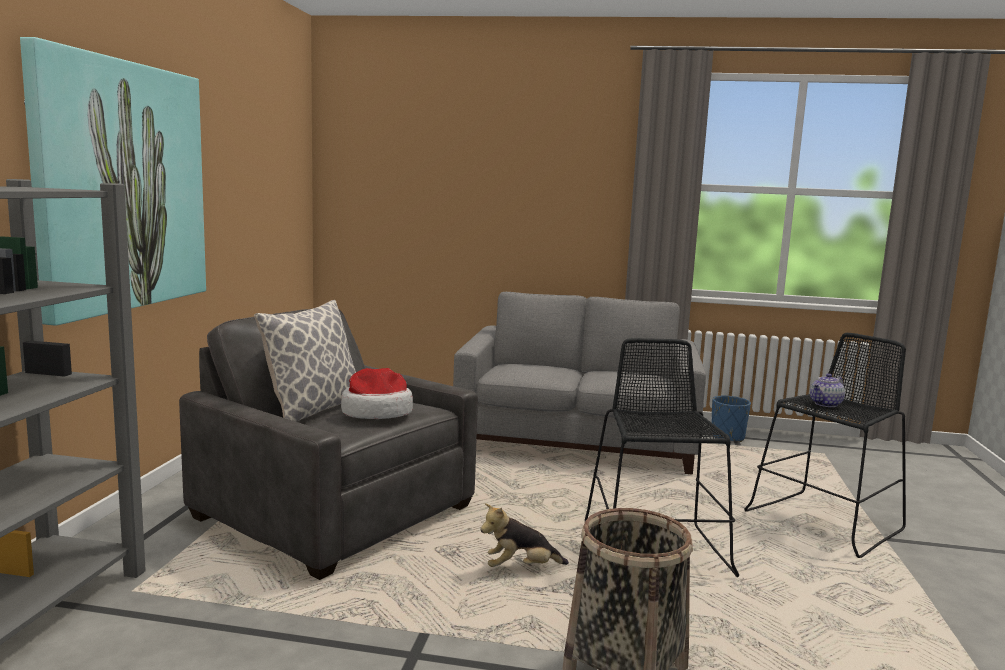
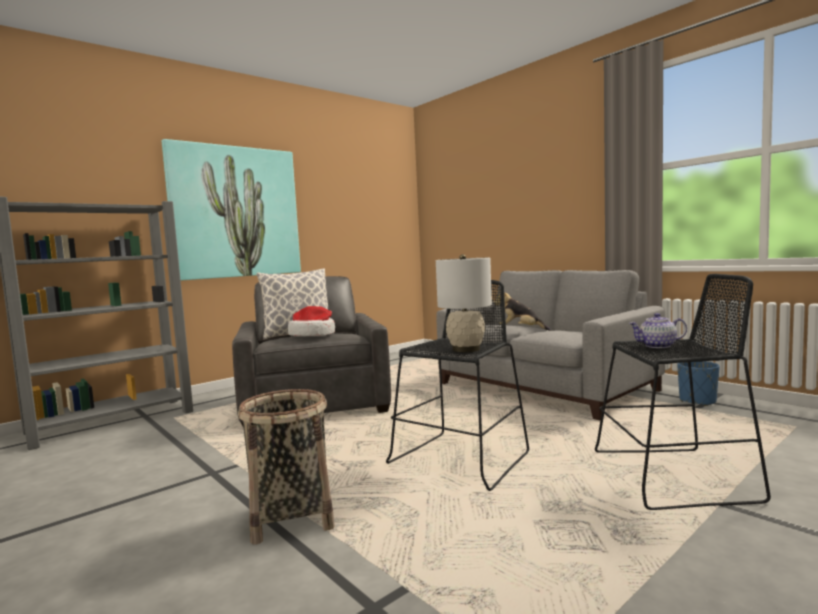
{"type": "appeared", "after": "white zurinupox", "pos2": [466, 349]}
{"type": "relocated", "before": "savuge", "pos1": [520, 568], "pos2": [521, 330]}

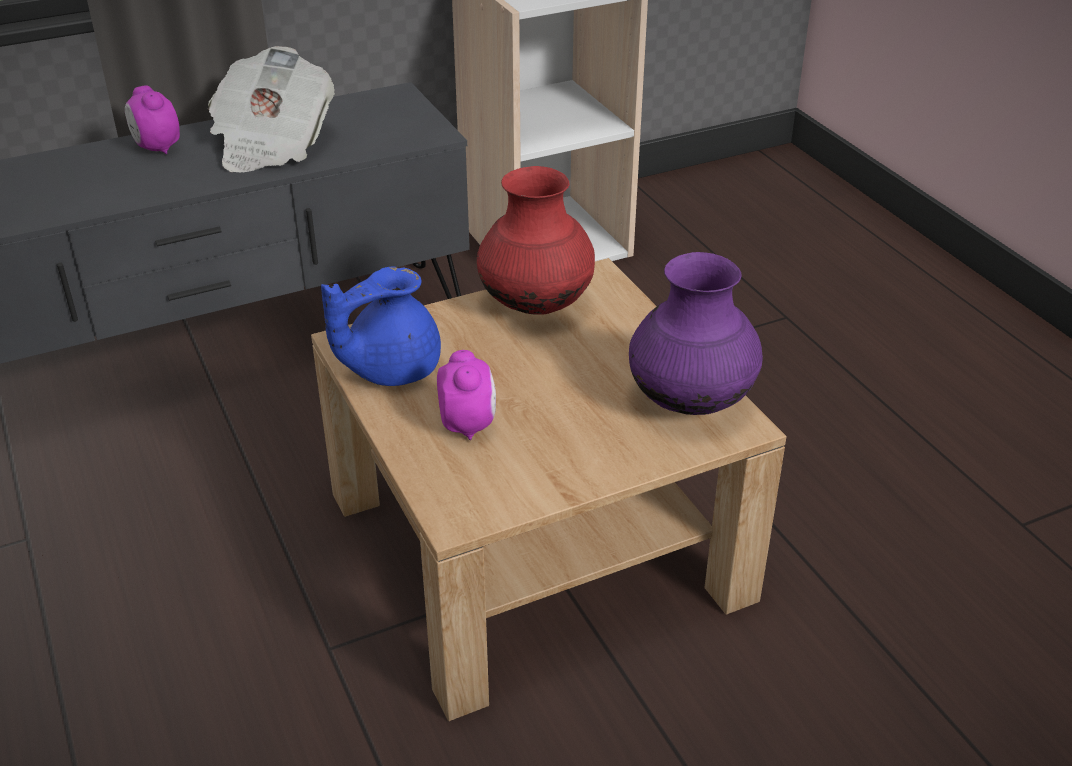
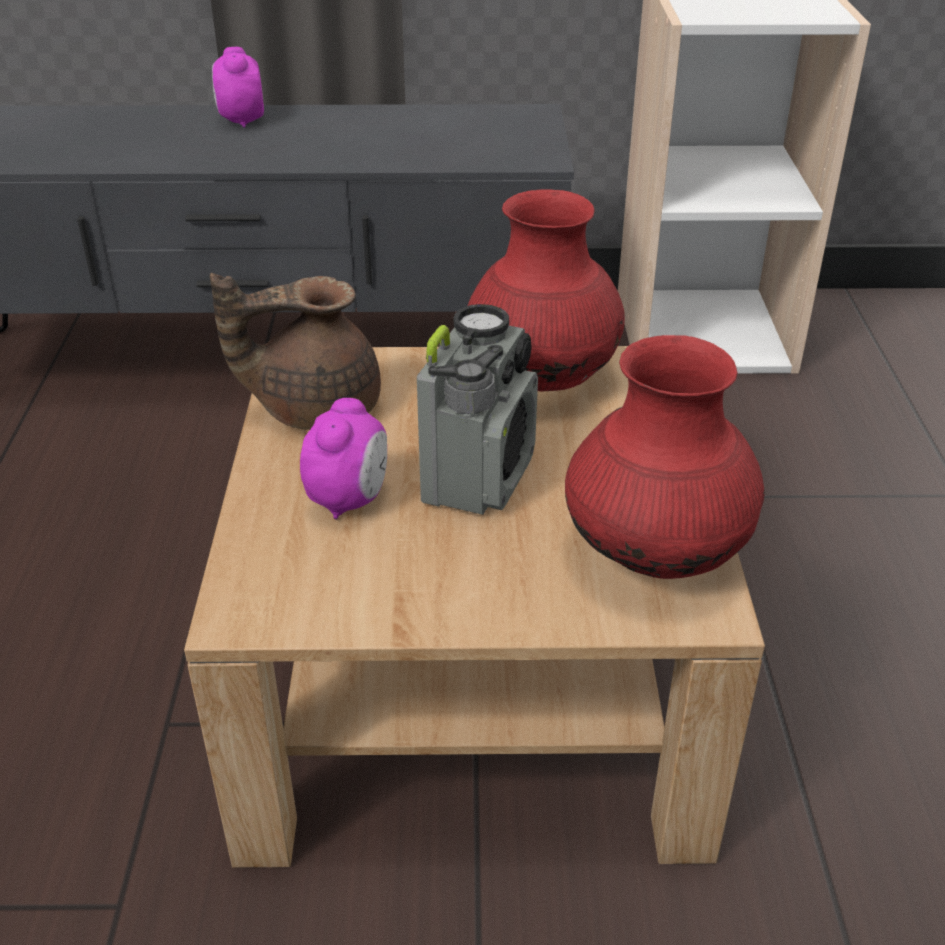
{"type": "colour", "before": "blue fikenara", "after": "brown fikenara", "pos1": [389, 368], "pos2": [314, 407]}
{"type": "appeared", "after": "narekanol", "pos2": [479, 477]}
{"type": "colour", "before": "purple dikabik", "after": "red dikabik", "pos1": [691, 402], "pos2": [655, 556]}
{"type": "missing", "before": "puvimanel", "pos1": [271, 144]}

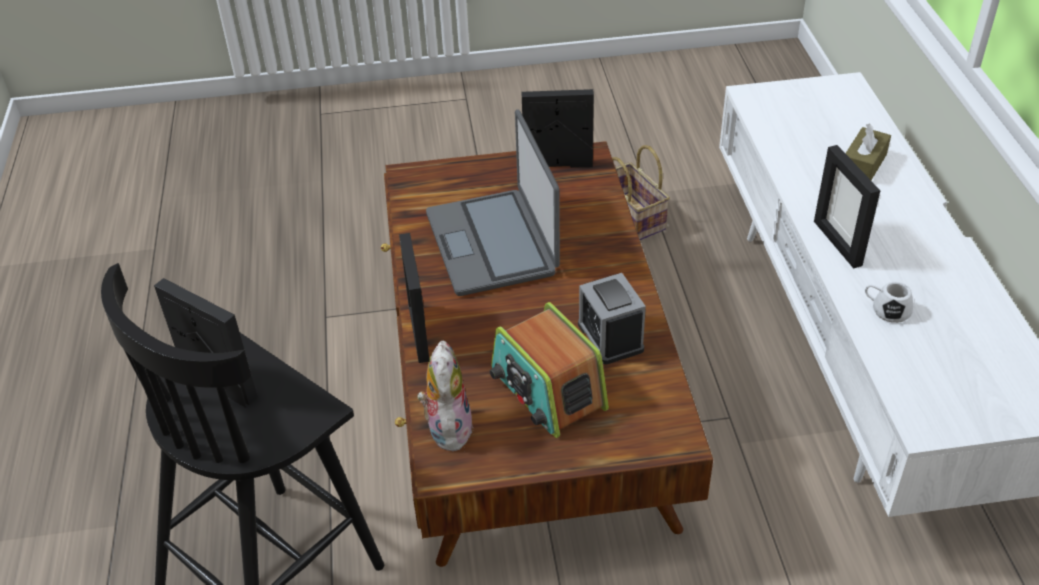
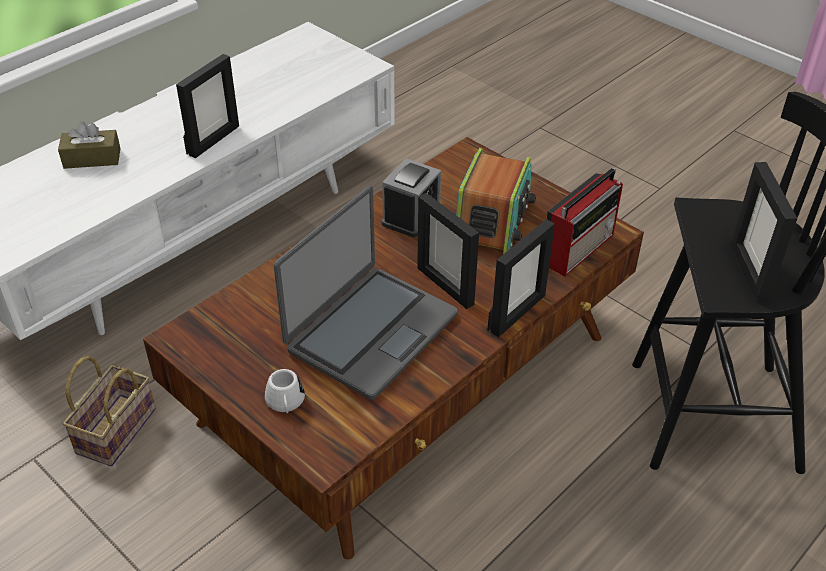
{"type": "relocated", "before": "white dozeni", "pos1": [886, 309], "pos2": [285, 403]}
{"type": "relocated", "before": "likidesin", "pos1": [558, 164], "pos2": [446, 285]}
{"type": "exchanged", "before": "savuge", "after": "narekanol", "pos1": [447, 428], "pos2": [579, 248]}

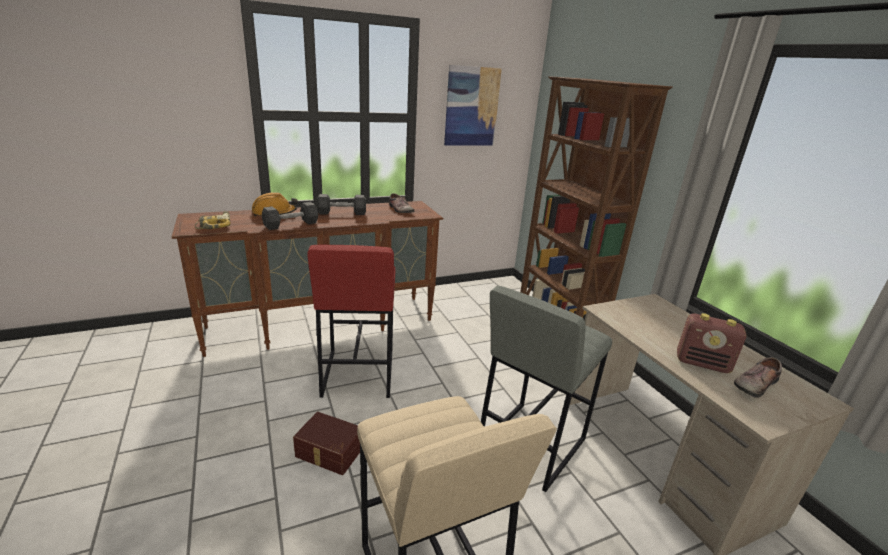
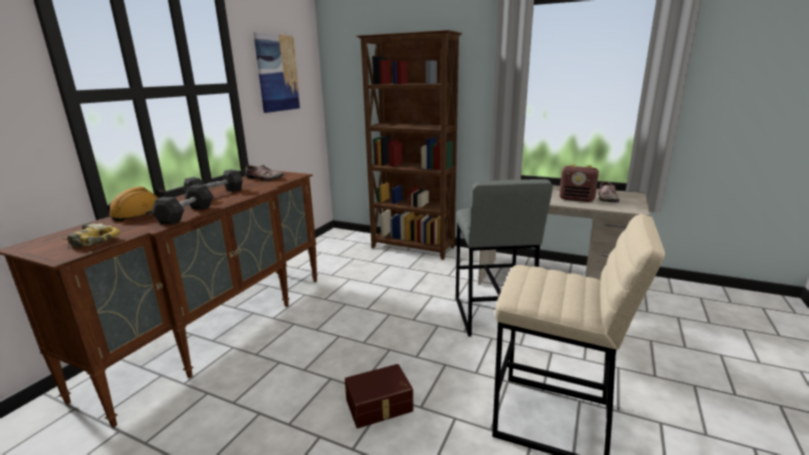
{"type": "spun", "before": "narekanol", "pos1": [703, 363], "pos2": [577, 199], "turn": 45}
{"type": "missing", "before": "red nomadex", "pos1": [358, 375]}

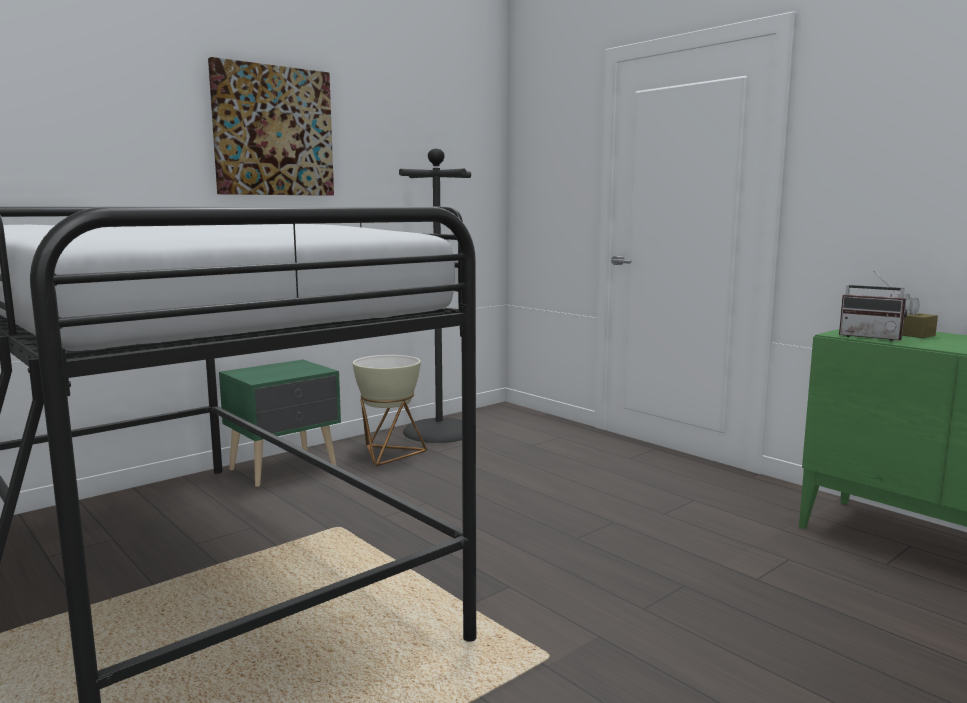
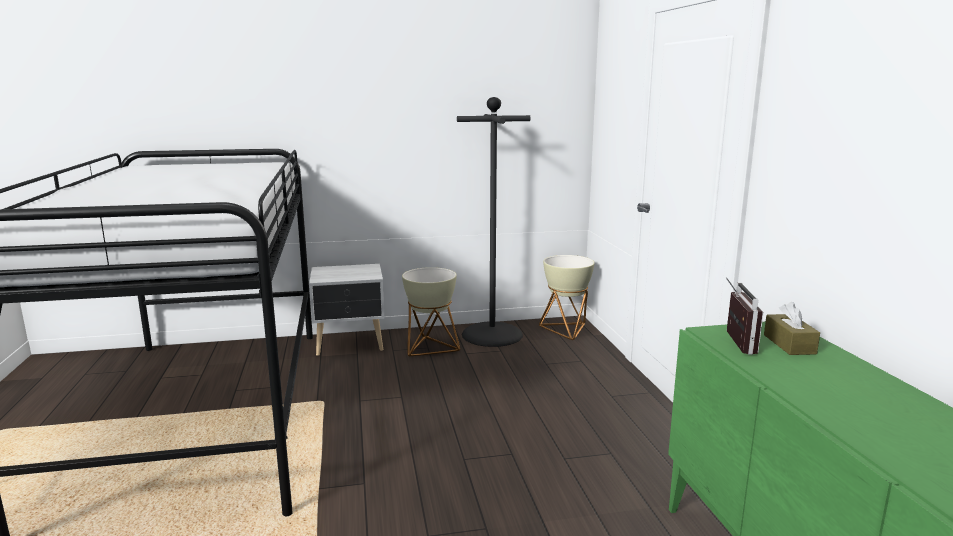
{"type": "colour", "before": "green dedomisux", "after": "white dedomisux", "pos1": [285, 468], "pos2": [351, 344]}
{"type": "appeared", "after": "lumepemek", "pos2": [566, 329]}
{"type": "spun", "before": "narekanol", "pos1": [871, 337], "pos2": [733, 343], "turn": -150}
{"type": "missing", "before": "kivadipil", "pos1": [273, 131]}

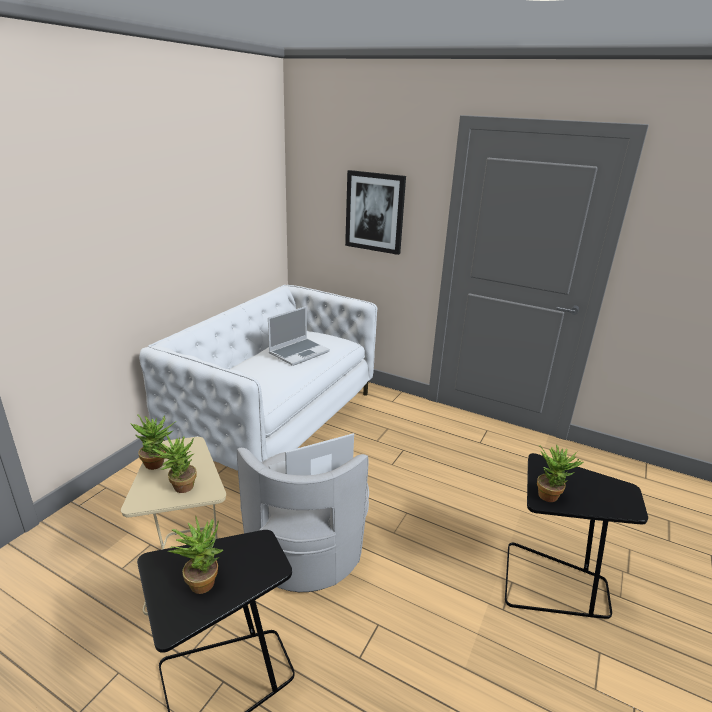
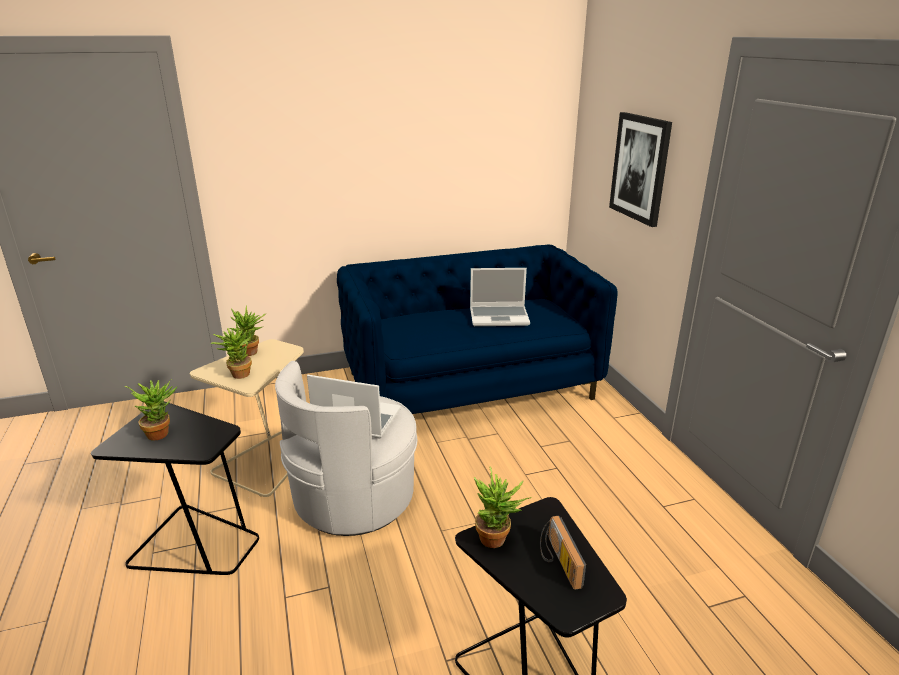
{"type": "colour", "before": "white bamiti", "after": "blue bamiti", "pos1": [276, 419], "pos2": [471, 385]}
{"type": "appeared", "after": "narekanol", "pos2": [557, 562]}

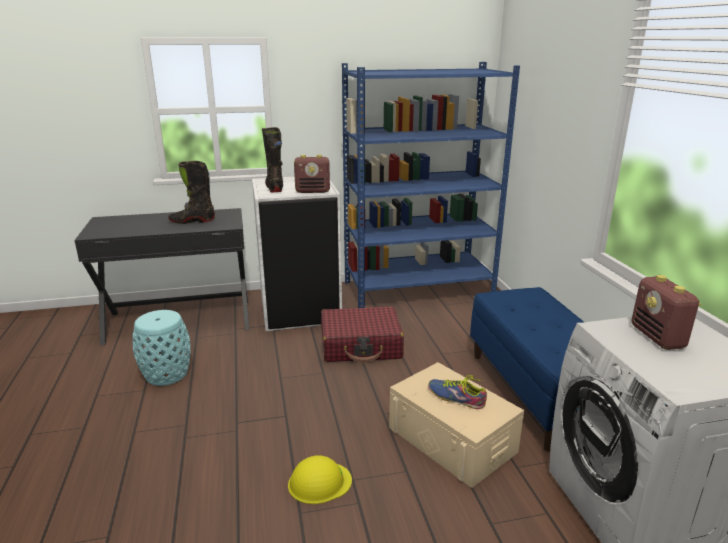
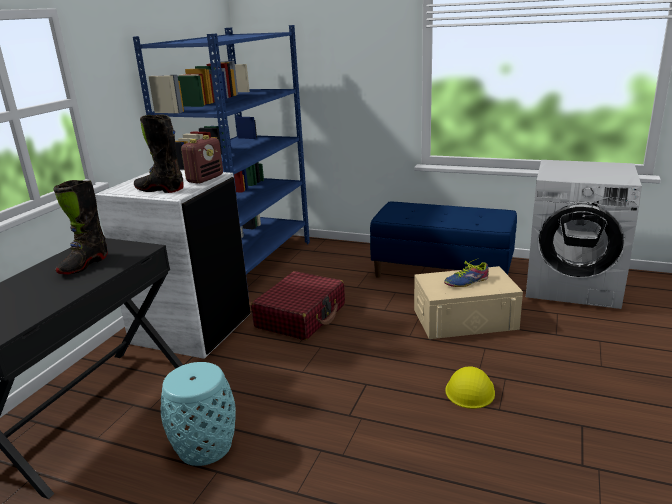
{"type": "missing", "before": "narekanol", "pos1": [658, 337]}

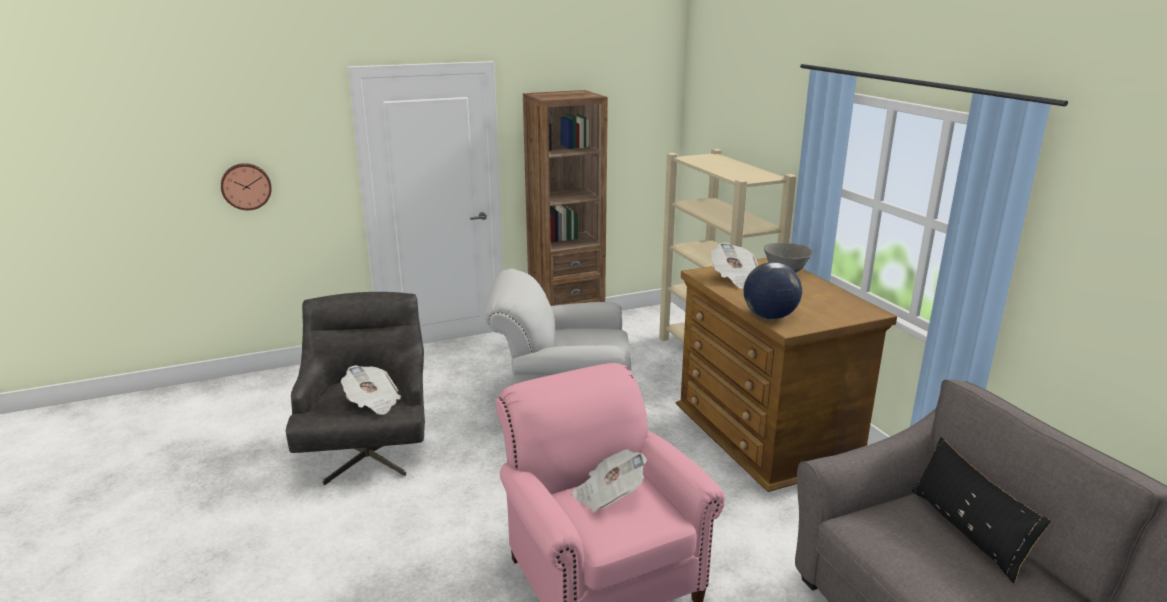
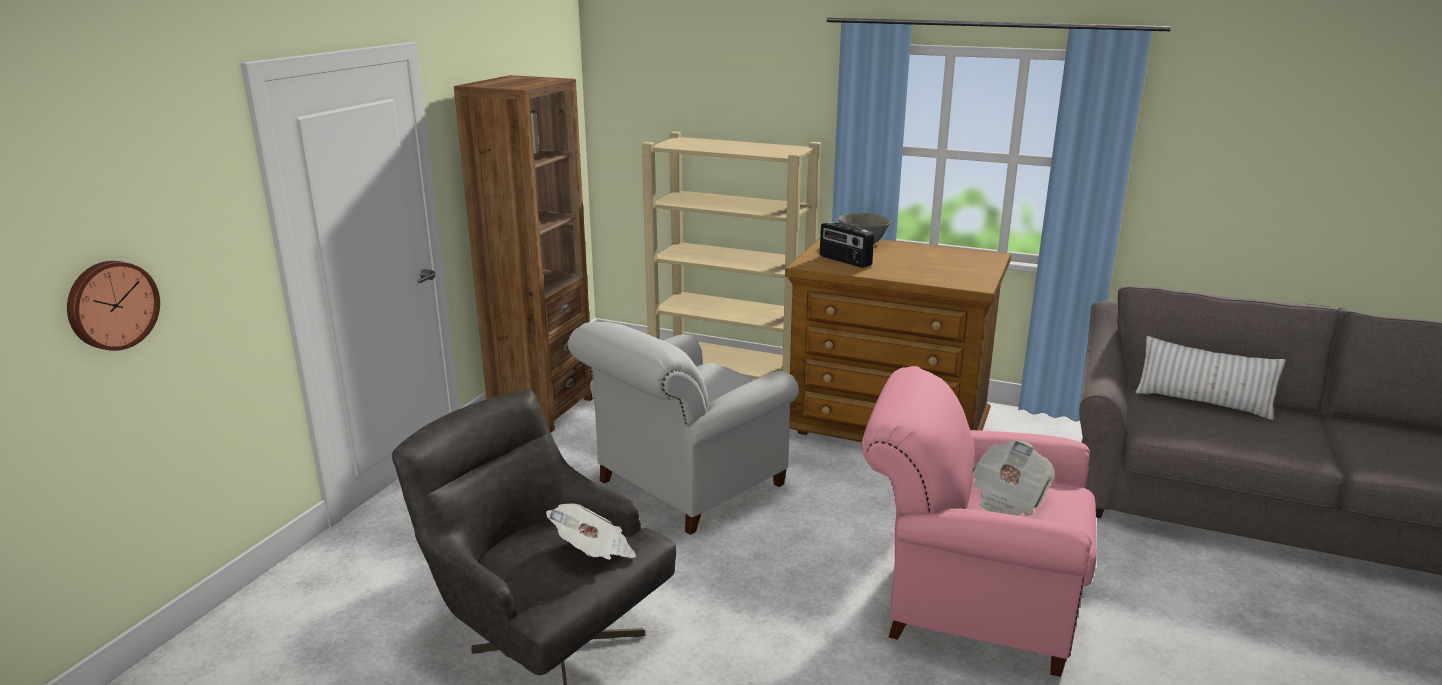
{"type": "exchanged", "before": "puvimanel", "after": "narekanol", "pos1": [735, 279], "pos2": [844, 261]}
{"type": "colour", "before": "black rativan", "after": "white rativan", "pos1": [967, 531], "pos2": [1202, 402]}
{"type": "missing", "before": "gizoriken", "pos1": [769, 316]}

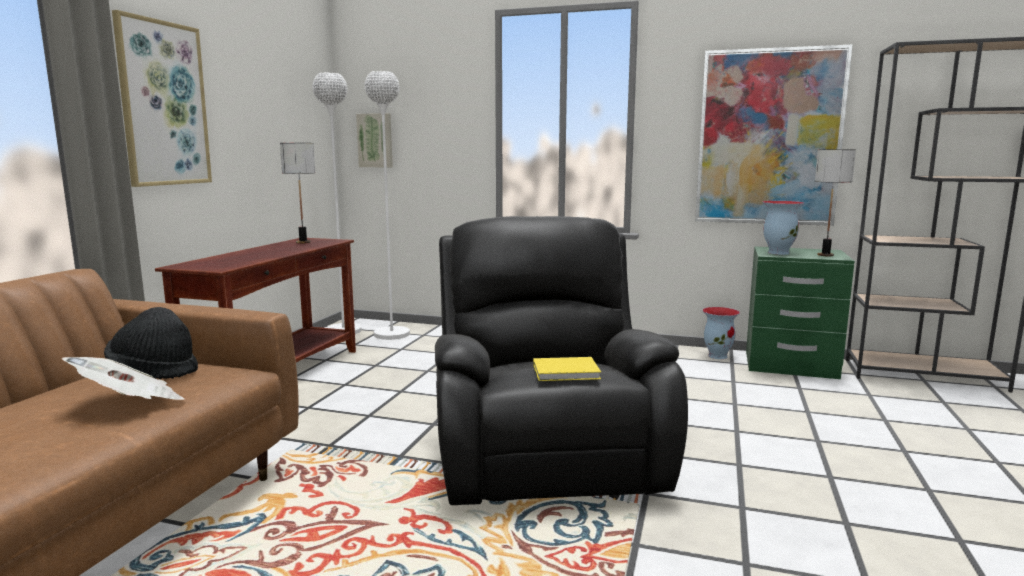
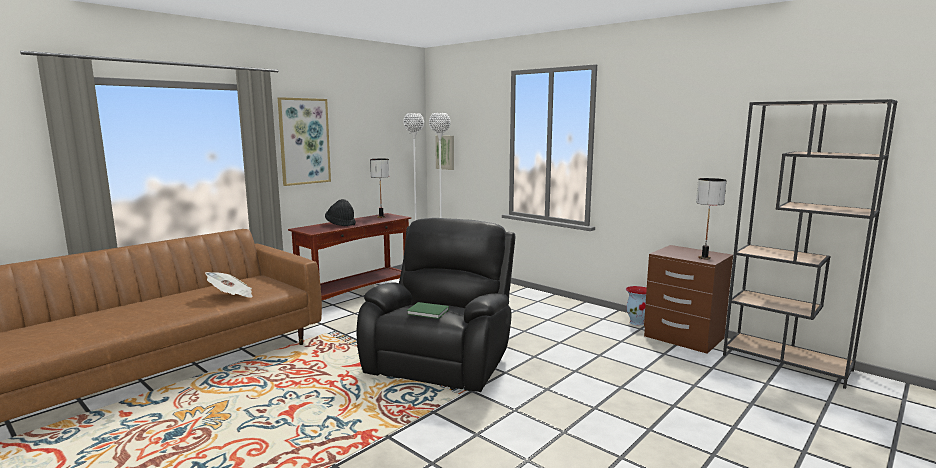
{"type": "relocated", "before": "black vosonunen", "pos1": [154, 372], "pos2": [341, 224]}
{"type": "colour", "before": "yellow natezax", "after": "green natezax", "pos1": [568, 372], "pos2": [428, 312]}
{"type": "colour", "before": "green dedomisux", "after": "brown dedomisux", "pos1": [790, 365], "pos2": [683, 338]}
{"type": "missing", "before": "kivadipil", "pos1": [769, 138]}
{"type": "missing", "before": "dikabik", "pos1": [778, 252]}

